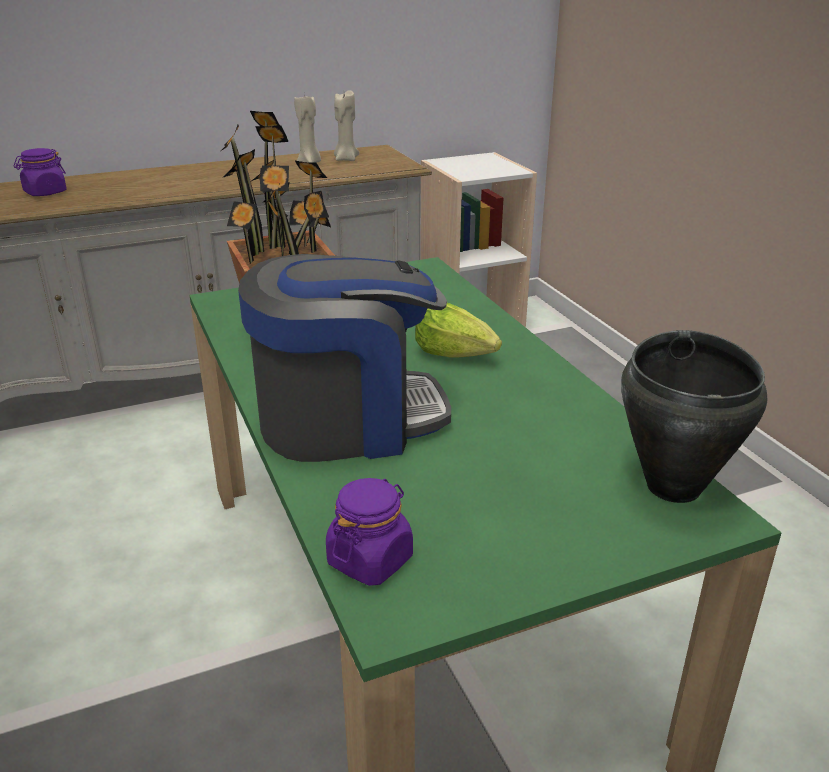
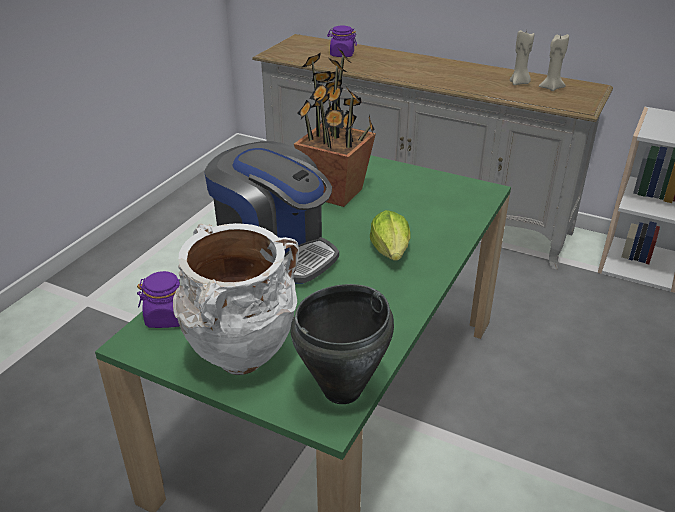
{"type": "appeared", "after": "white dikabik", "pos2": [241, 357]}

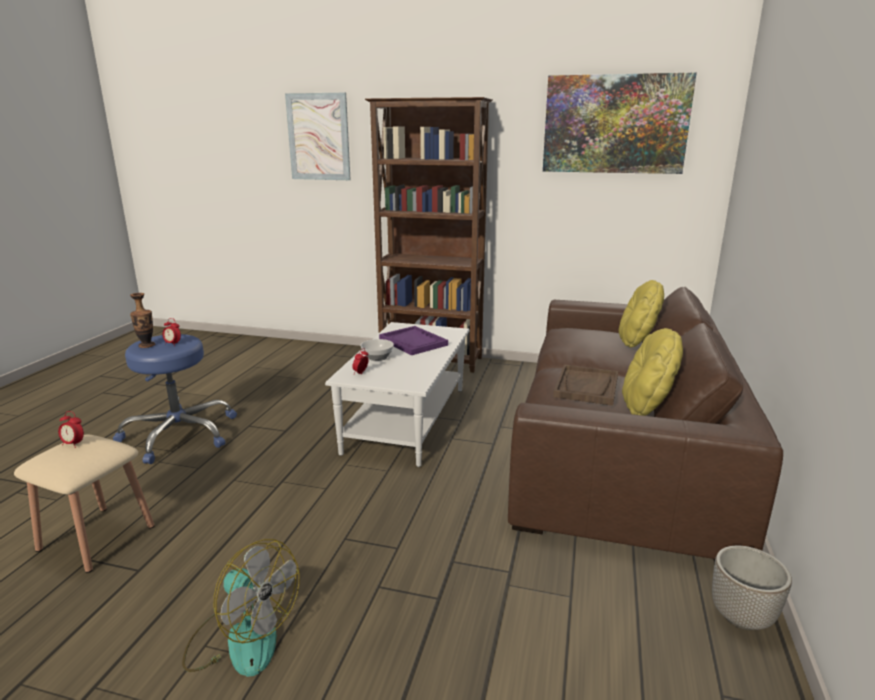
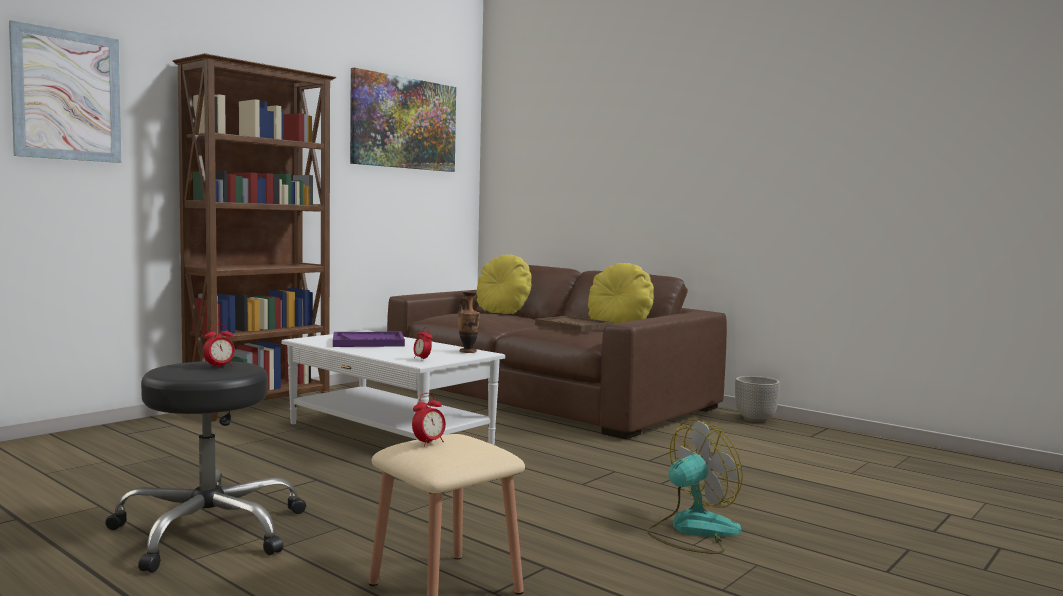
{"type": "colour", "before": "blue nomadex", "after": "black nomadex", "pos1": [180, 434], "pos2": [210, 531]}
{"type": "relocated", "before": "dikabik", "pos1": [147, 345], "pos2": [468, 351]}
{"type": "missing", "before": "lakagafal", "pos1": [377, 357]}

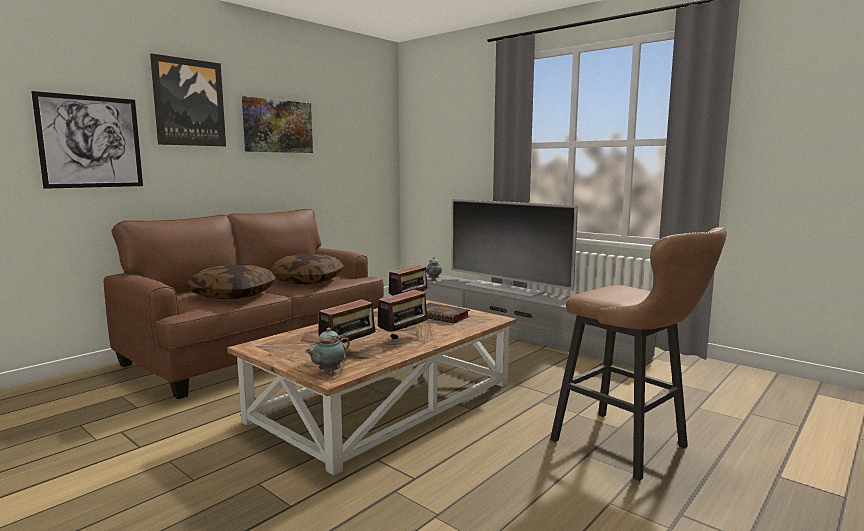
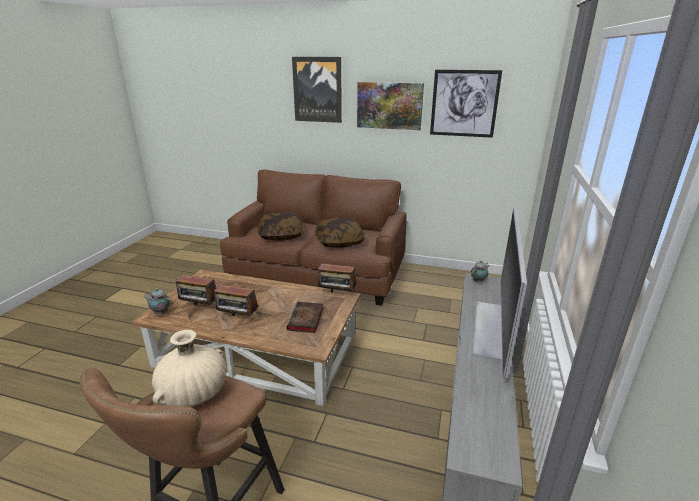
{"type": "appeared", "after": "beige dikabik", "pos2": [193, 393]}
{"type": "relocated", "before": "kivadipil", "pos1": [91, 142], "pos2": [464, 103]}

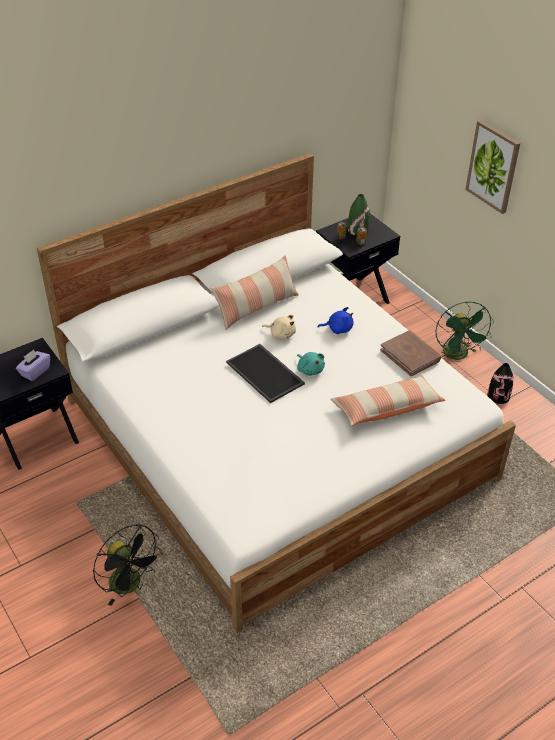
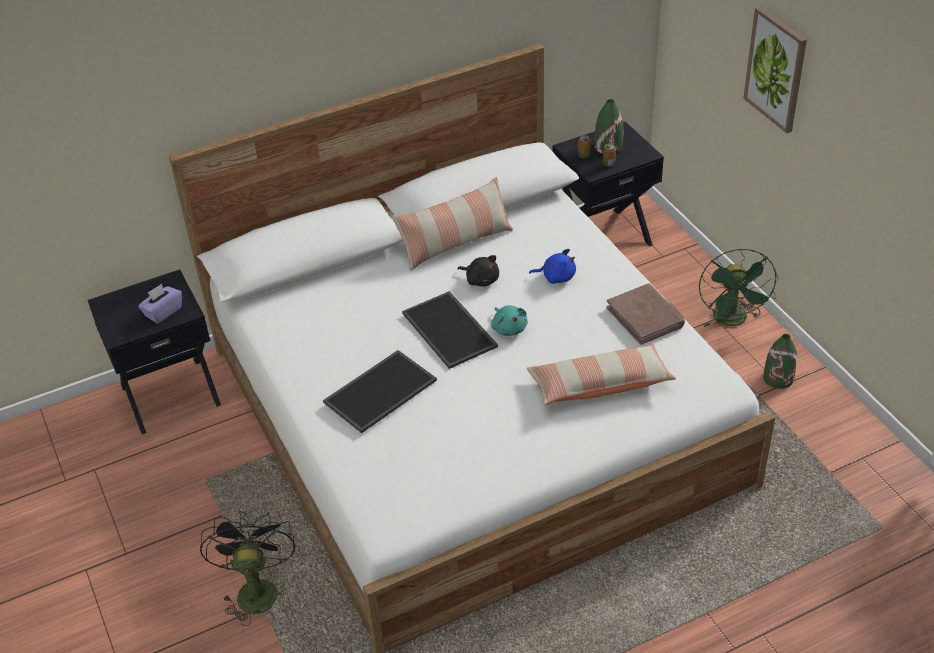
{"type": "spun", "before": "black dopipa", "pos1": [130, 585], "pos2": [255, 589], "turn": -150}
{"type": "appeared", "after": "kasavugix", "pos2": [380, 390]}
{"type": "colour", "before": "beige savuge", "after": "black savuge", "pos1": [281, 334], "pos2": [481, 280]}
{"type": "colour", "before": "black dikabik", "after": "green dikabik", "pos1": [498, 396], "pos2": [778, 378]}

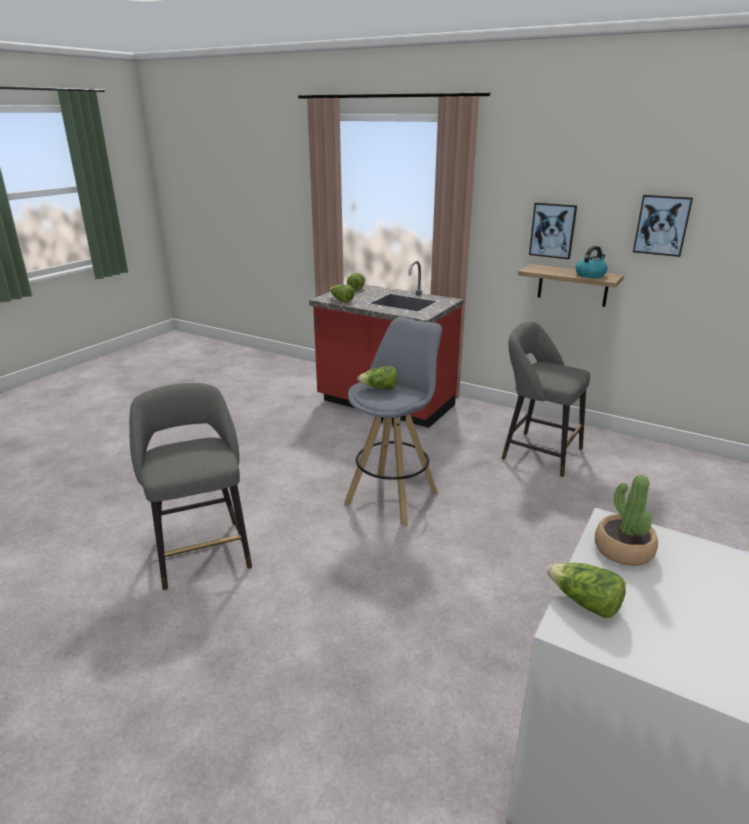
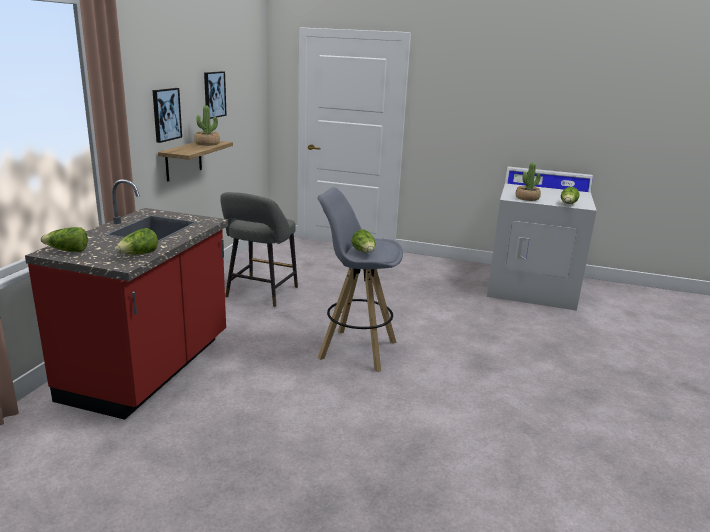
{"type": "exchanged", "before": "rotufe", "after": "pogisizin", "pos1": [590, 275], "pos2": [207, 144]}
{"type": "missing", "before": "grey nomadex", "pos1": [201, 550]}

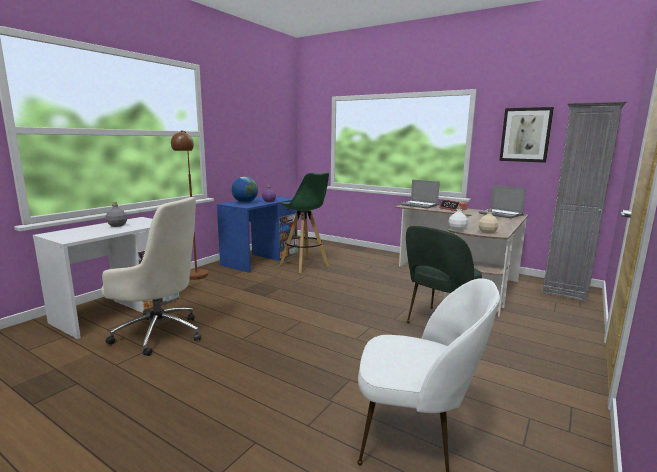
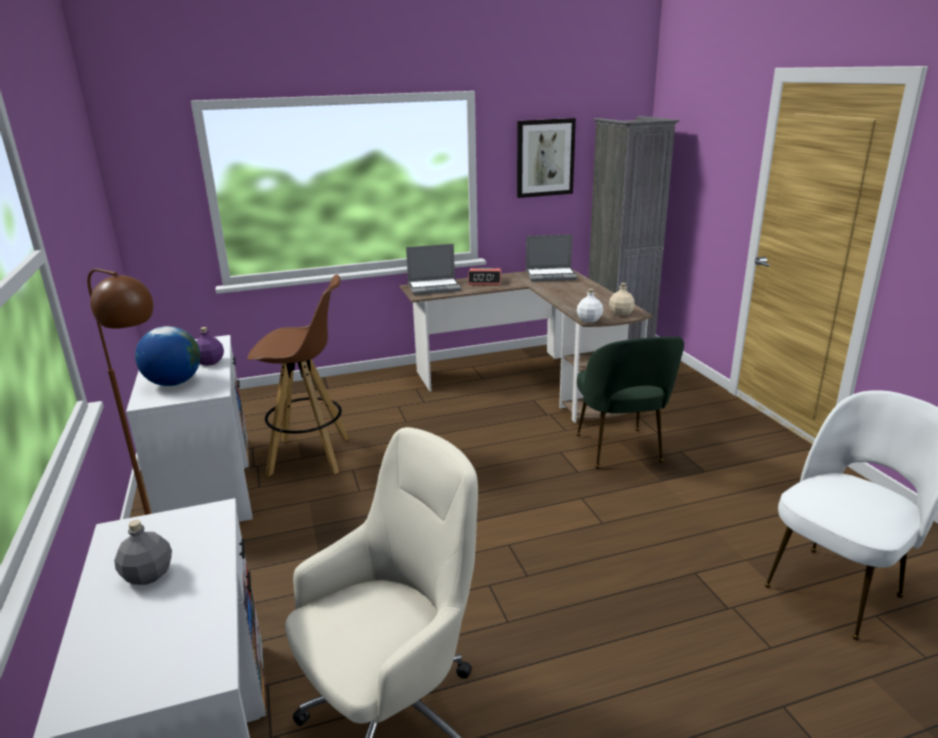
{"type": "colour", "before": "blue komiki", "after": "white komiki", "pos1": [260, 259], "pos2": [208, 483]}
{"type": "colour", "before": "green nomadex", "after": "brown nomadex", "pos1": [304, 266], "pos2": [311, 456]}

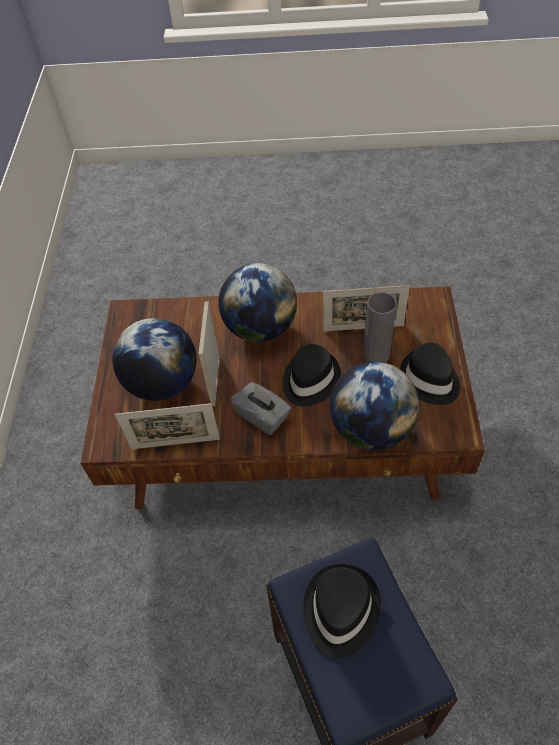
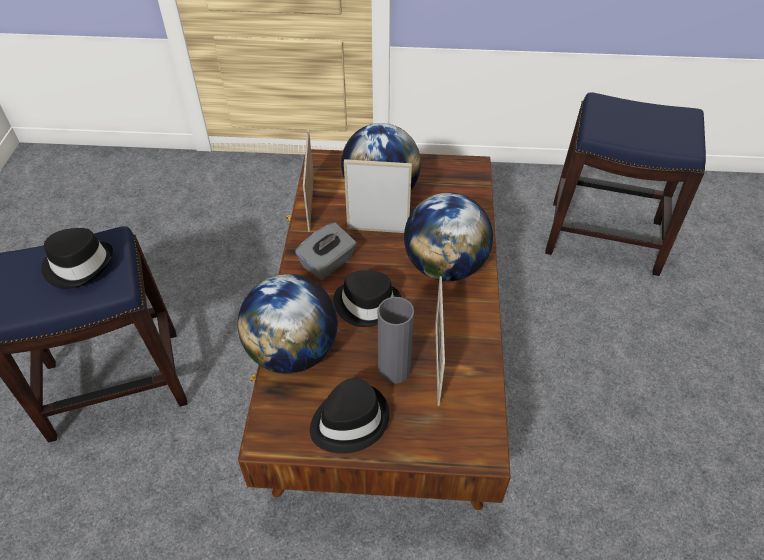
{"type": "appeared", "after": "nomadex", "pos2": [604, 237]}

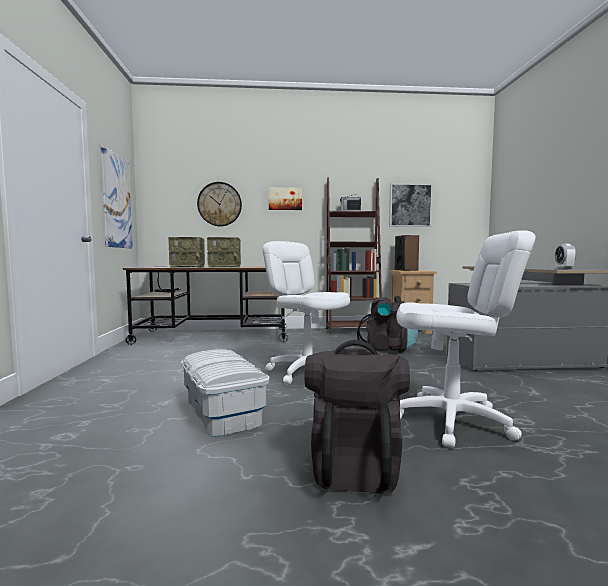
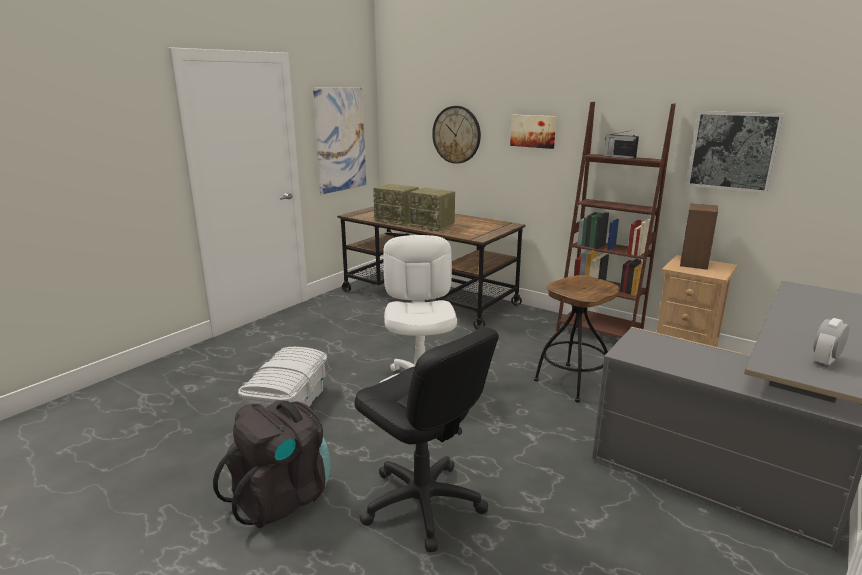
{"type": "colour", "before": "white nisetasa", "after": "black nisetasa", "pos1": [452, 421], "pos2": [422, 504]}
{"type": "exchanged", "before": "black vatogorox", "after": "brown nomadex", "pos1": [387, 349], "pos2": [572, 382]}

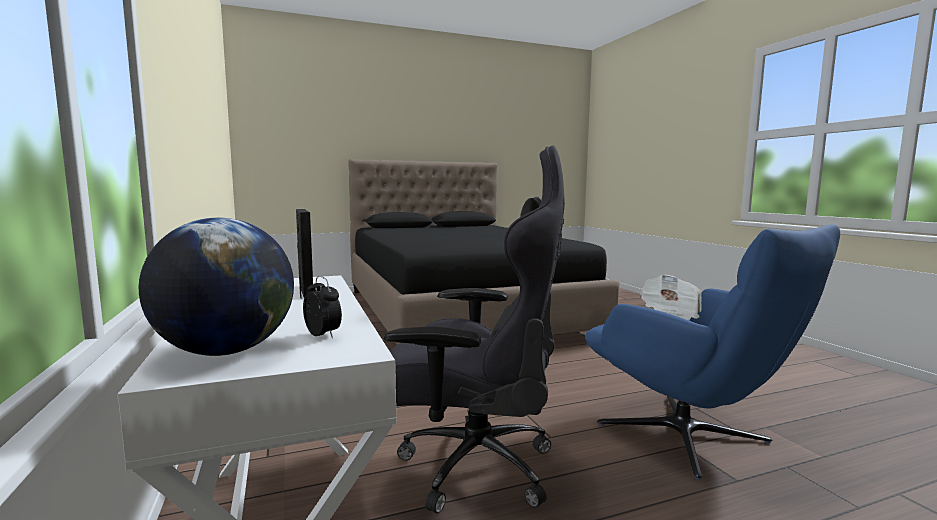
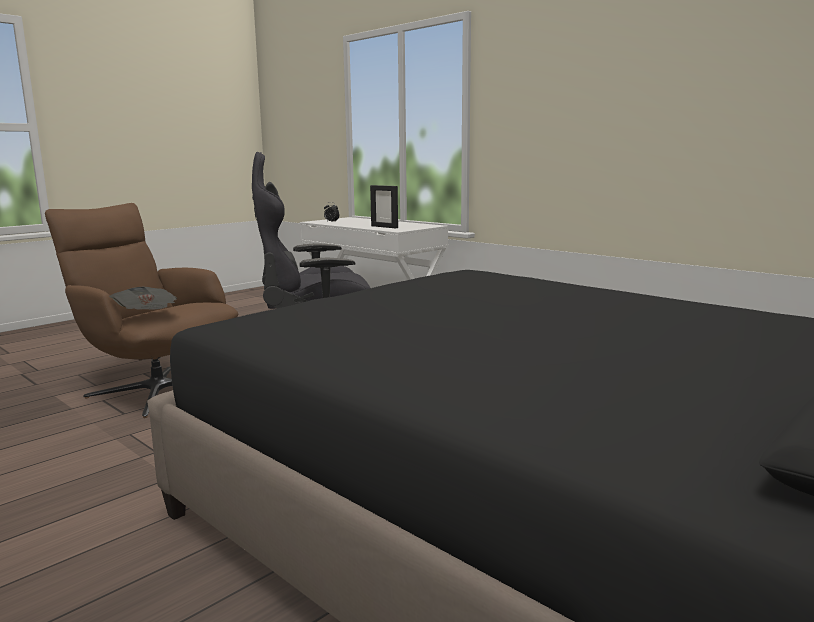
{"type": "colour", "before": "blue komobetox", "after": "brown komobetox", "pos1": [686, 435], "pos2": [156, 390]}
{"type": "missing", "before": "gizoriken", "pos1": [225, 351]}

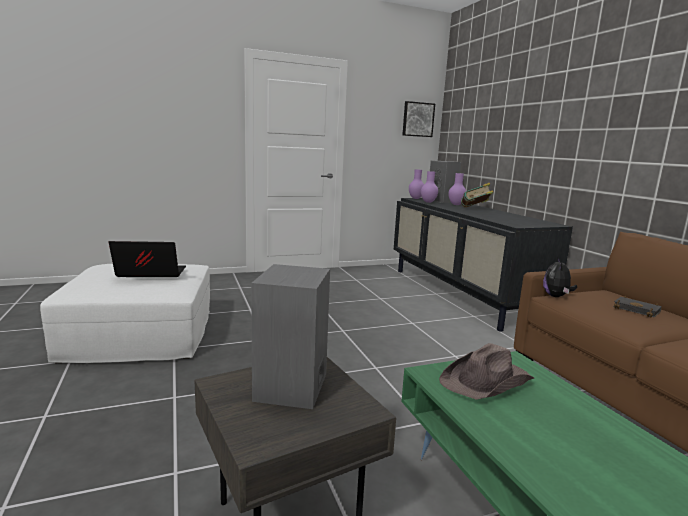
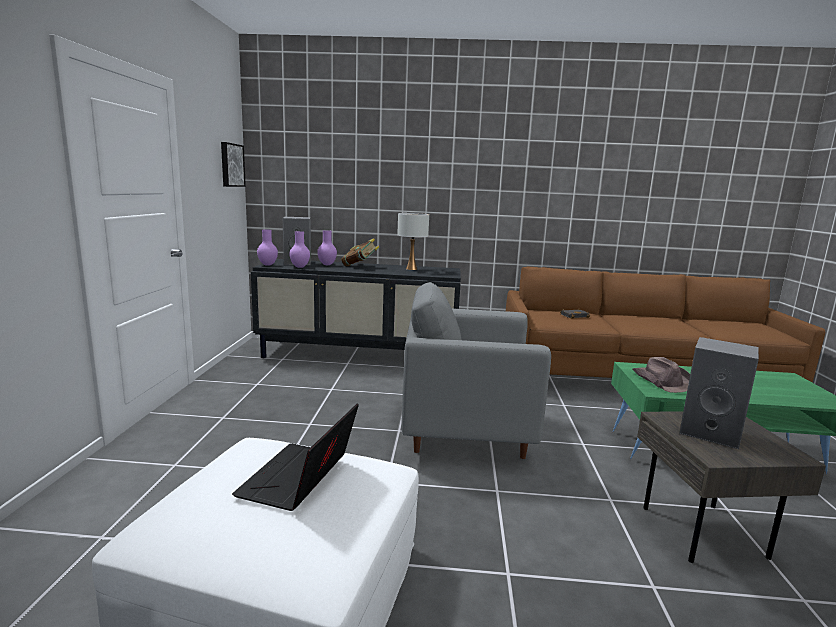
{"type": "appeared", "after": "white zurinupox", "pos2": [411, 269]}
{"type": "appeared", "after": "grey komobetox", "pos2": [465, 433]}
{"type": "missing", "before": "savuge", "pos1": [556, 296]}

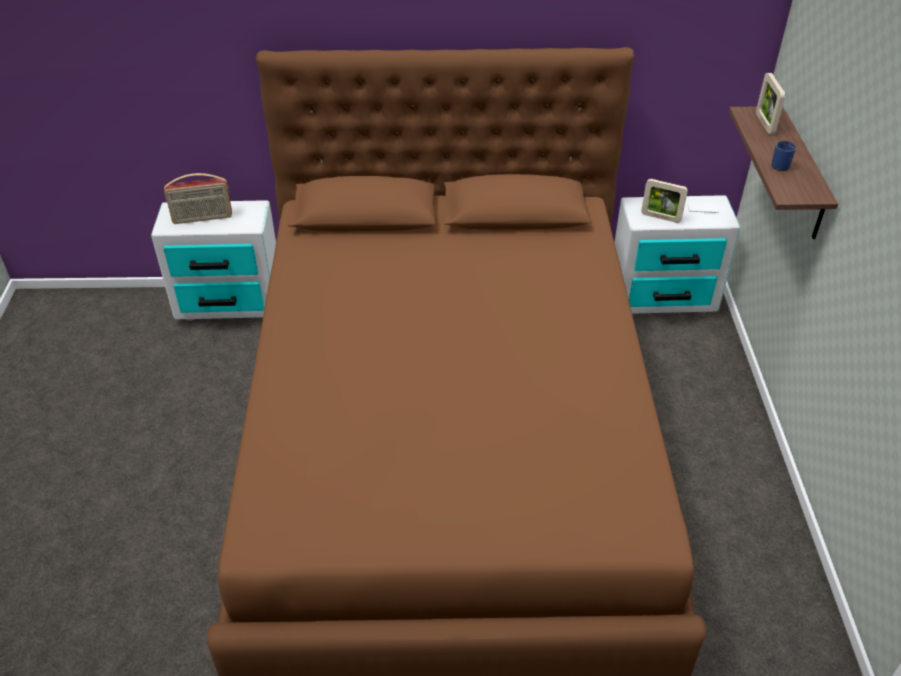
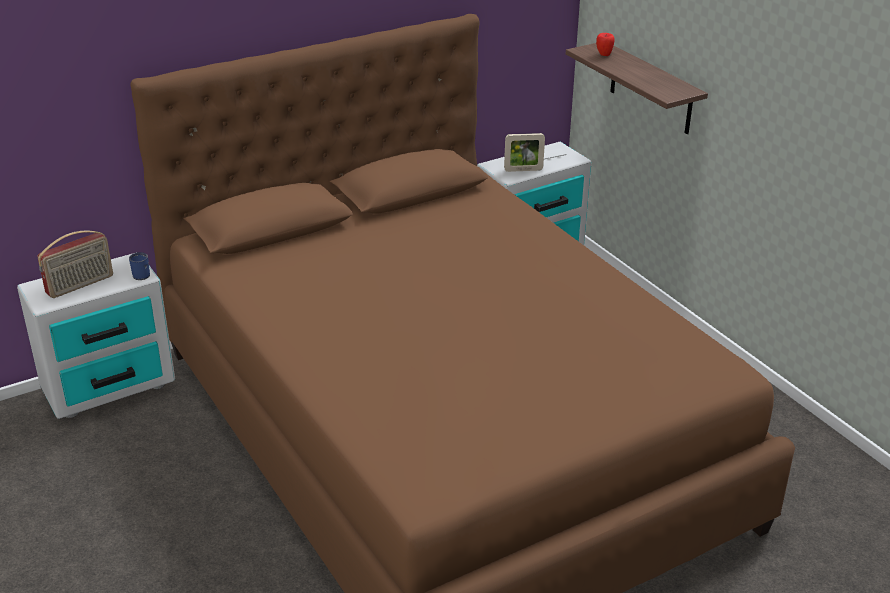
{"type": "relocated", "before": "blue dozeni", "pos1": [779, 164], "pos2": [141, 274]}
{"type": "exchanged", "before": "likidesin", "after": "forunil", "pos1": [764, 124], "pos2": [604, 55]}

